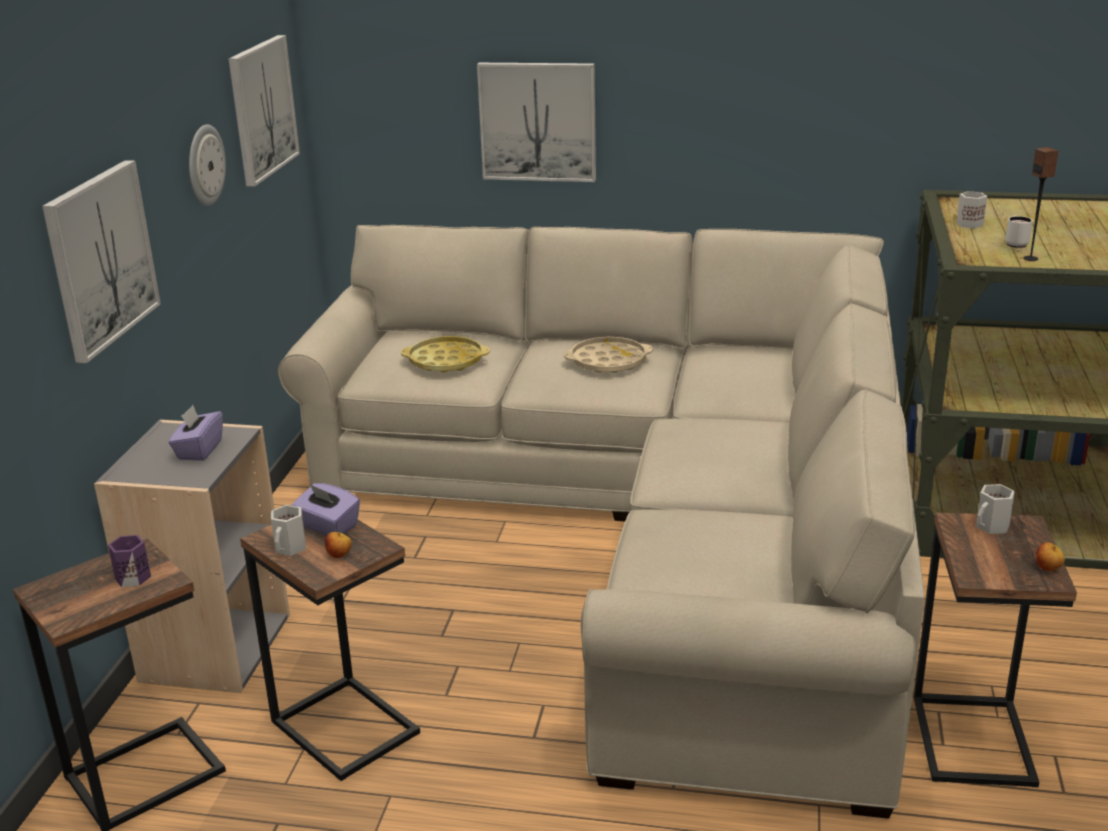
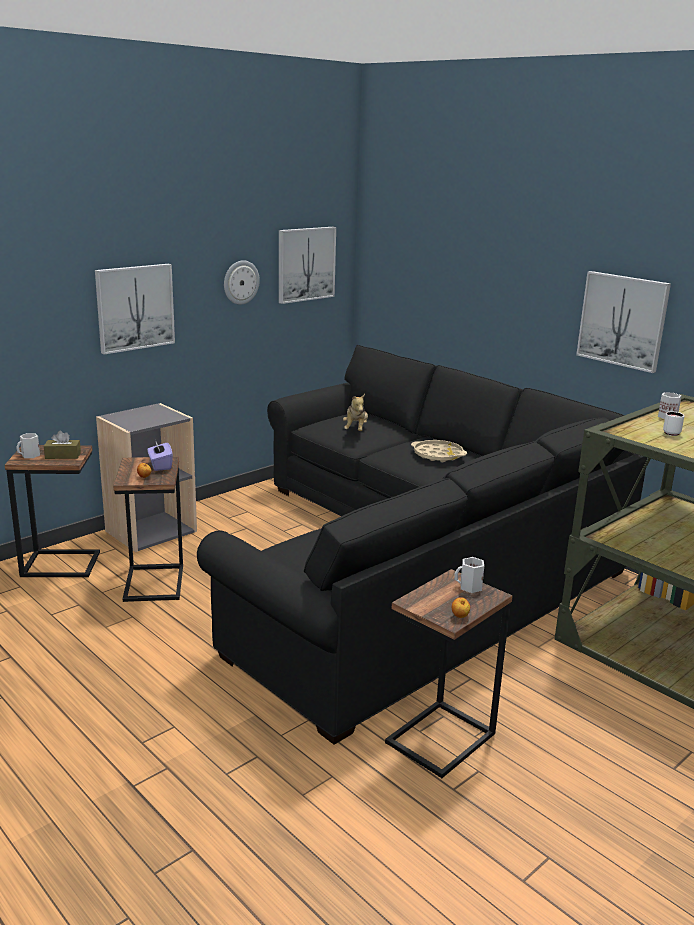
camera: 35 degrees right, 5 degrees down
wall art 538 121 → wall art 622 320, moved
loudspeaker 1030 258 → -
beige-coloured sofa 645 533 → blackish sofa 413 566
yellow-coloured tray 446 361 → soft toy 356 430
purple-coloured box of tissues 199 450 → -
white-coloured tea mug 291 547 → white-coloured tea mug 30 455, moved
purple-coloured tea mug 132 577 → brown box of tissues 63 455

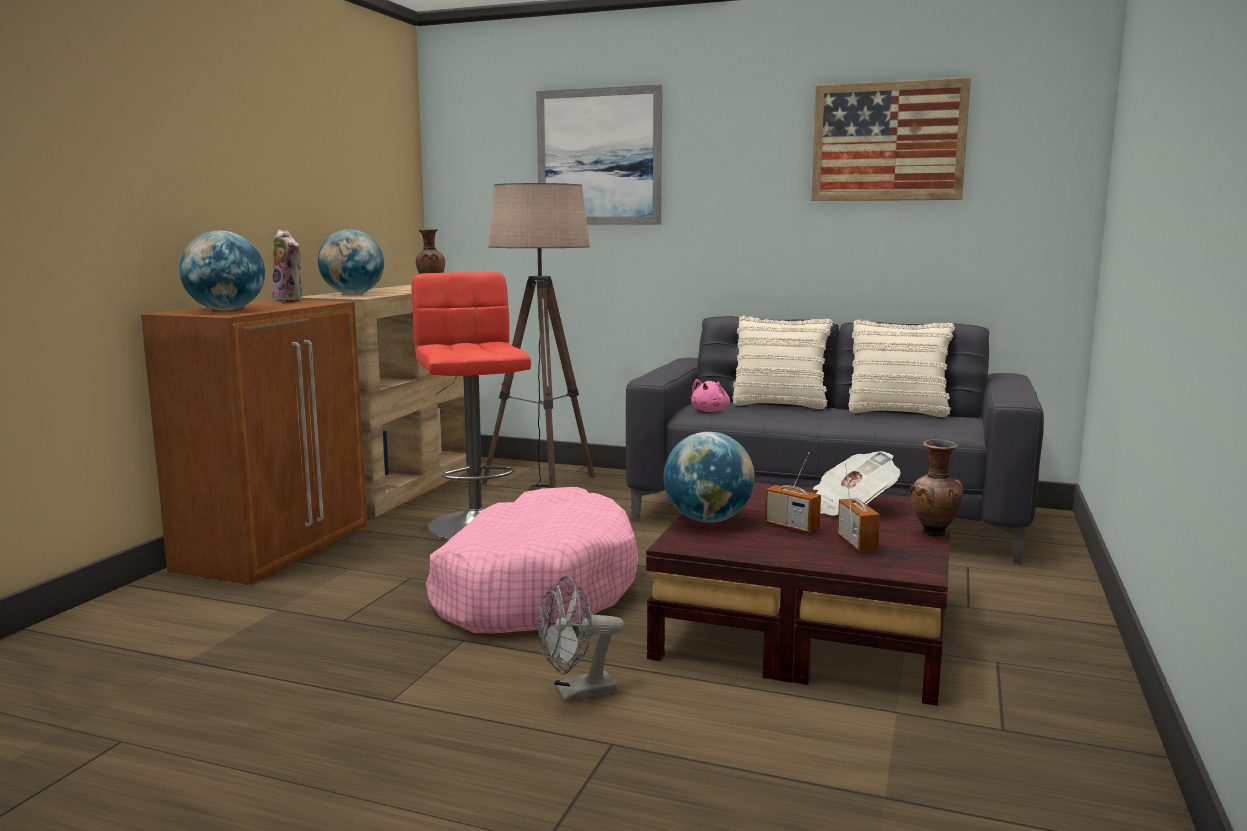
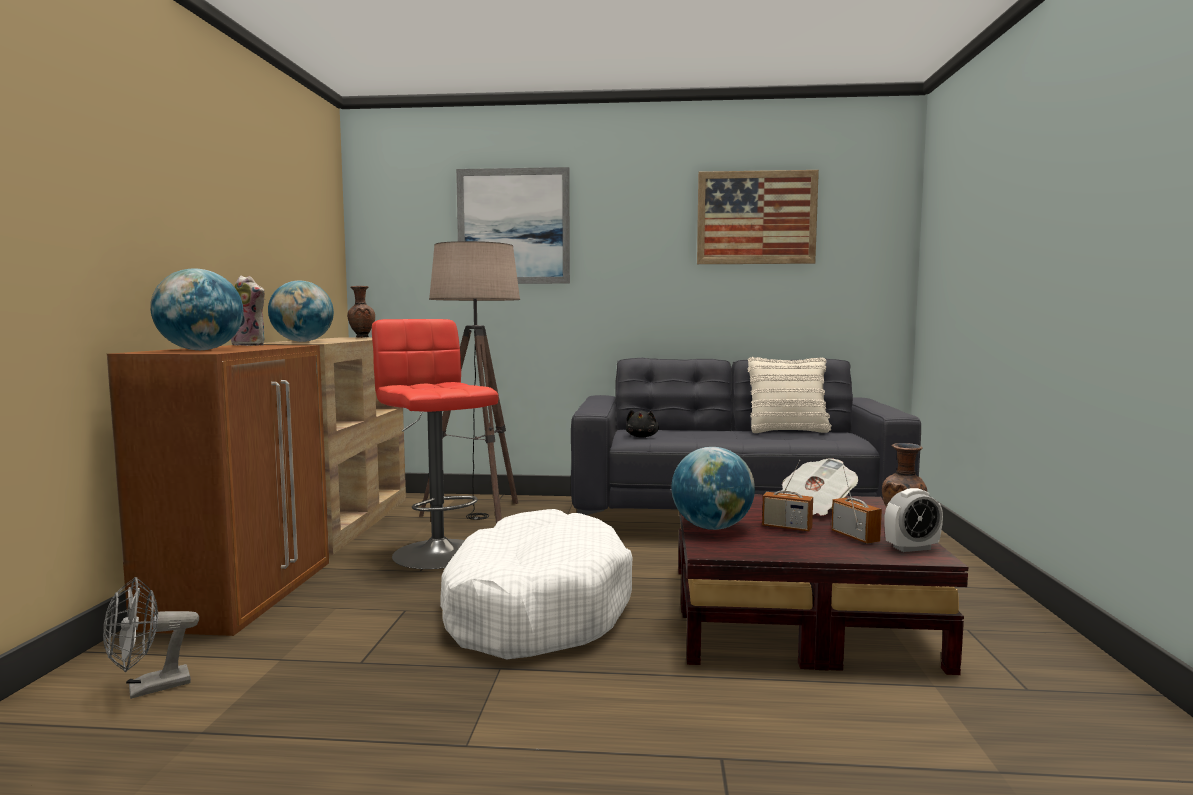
camera: 15 degrees left, 5 degrees down
beige-coloured pillow 780 405 → -
pinkish soft toy 711 411 → blackish soft toy 642 437
pinkish dog bed 534 589 → white-coloured dog bed 534 608
greyish fan 576 693 → greyish fan 148 688, moved
- → table clock 911 548

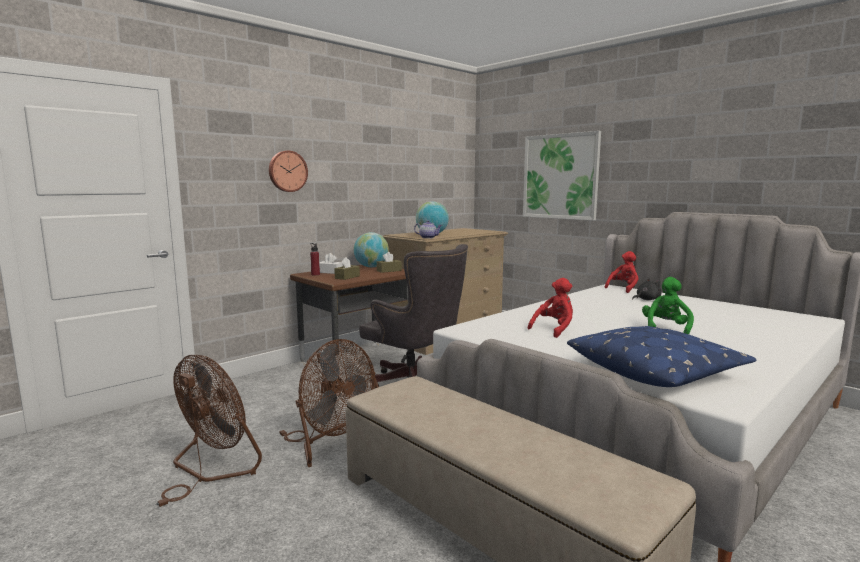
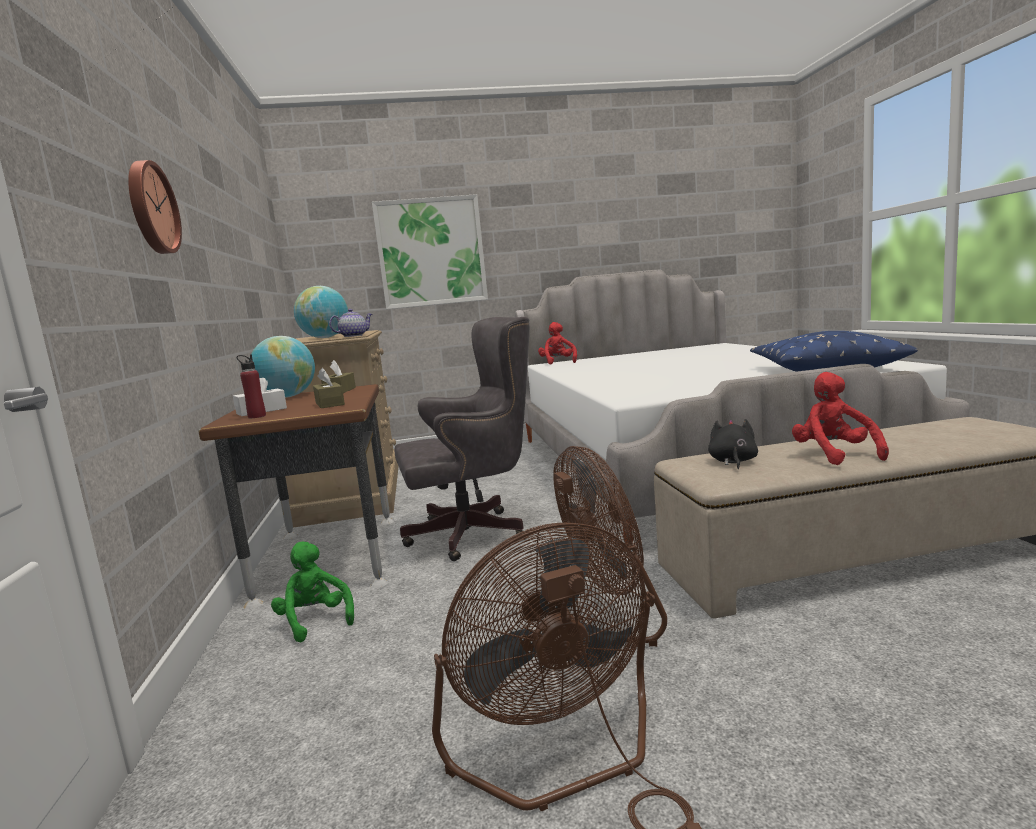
camera: 55 degrees left, 0 degrees up
green-coloured soft toy 665 329 → green-coloured soft toy 315 621, moved
red soft toy 554 329 → red soft toy 834 455, moved
blackish soft toy 646 299 → blackish soft toy 732 462, moved

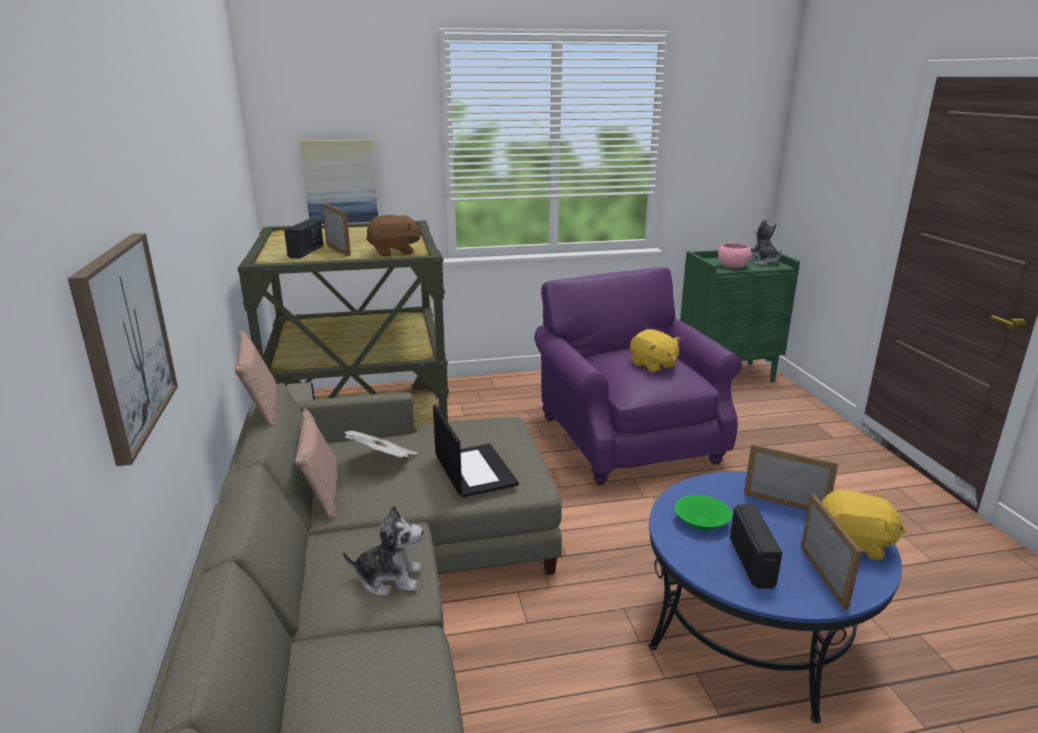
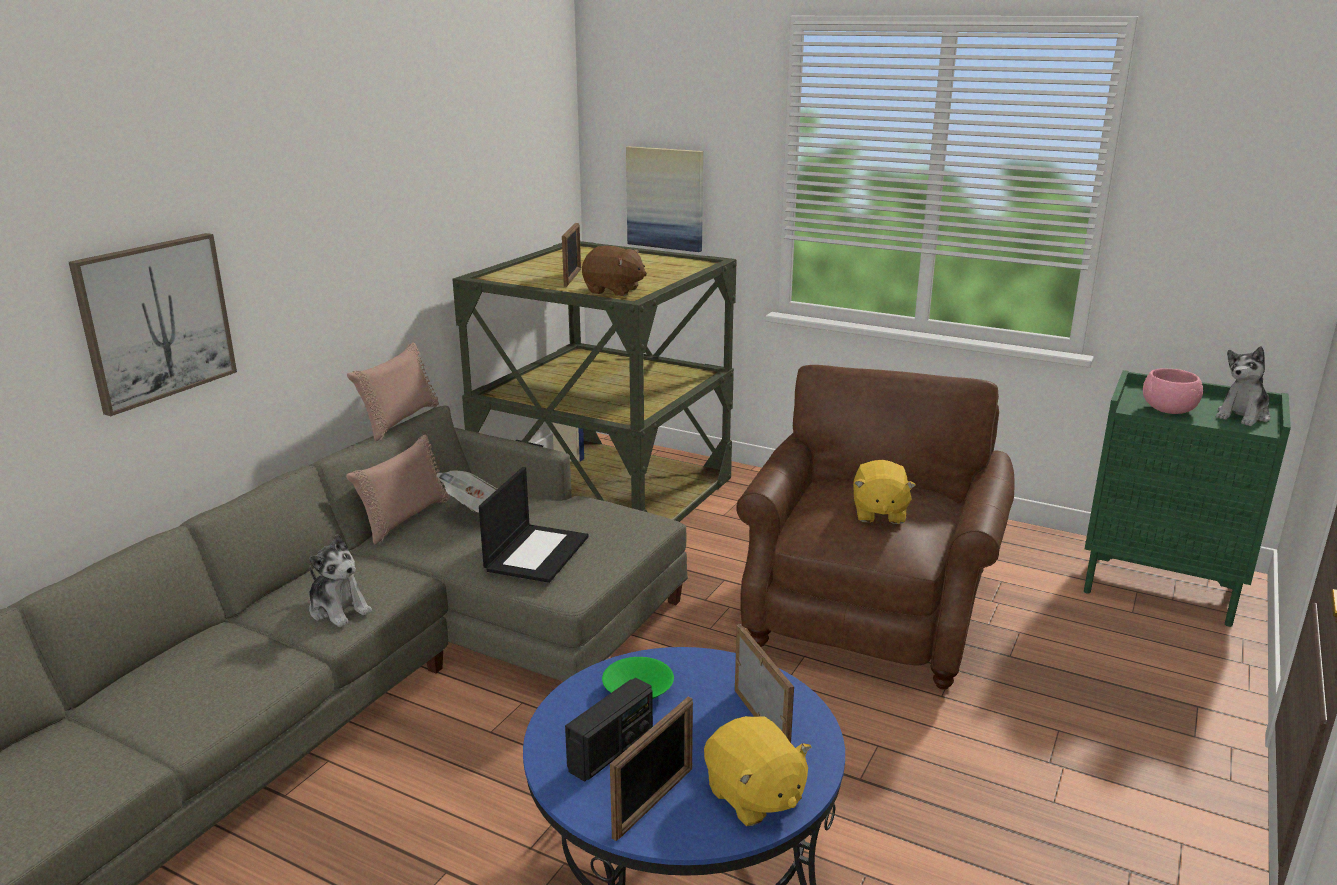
camera: 40 degrees right, 0 degrees up
radio 306 252 → -
soft toy 763 262 → soft toy 1242 416, 150 degrees counterclockwise
purple-coloured armchair 628 440 → brown armchair 870 613

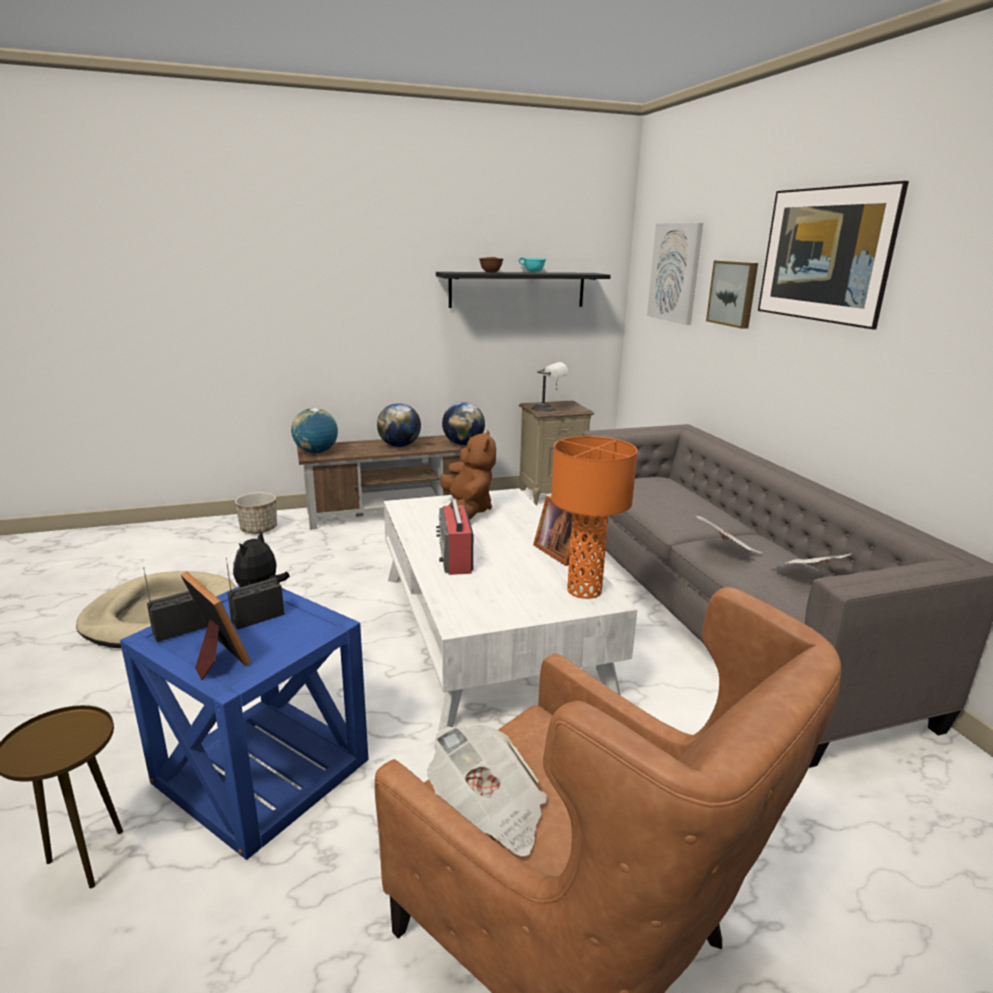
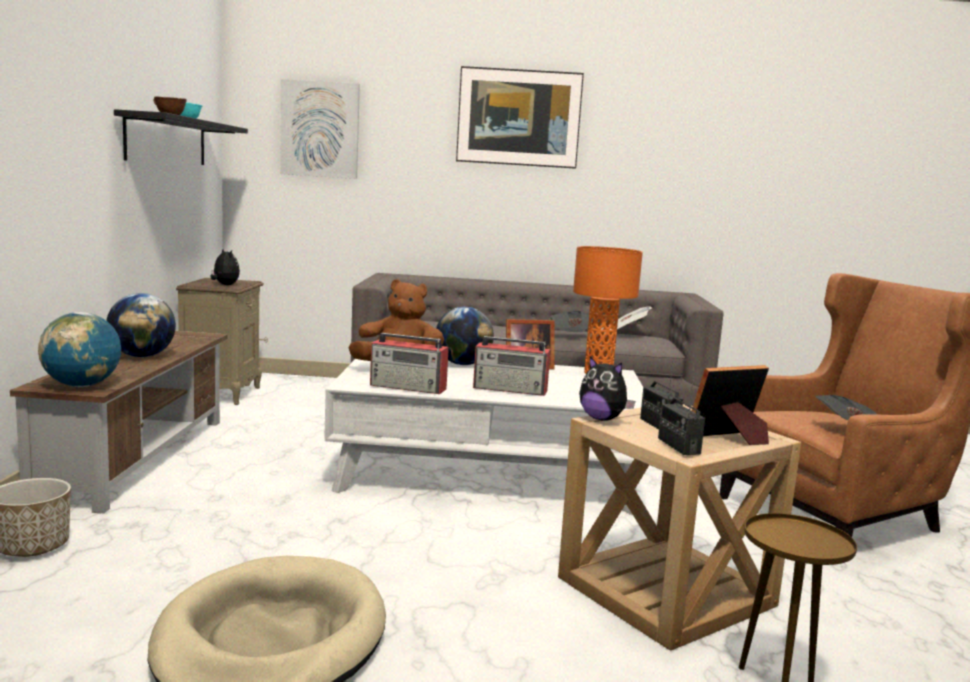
camera: 70 degrees left, 10 degrees down
wall art 733 293 → -
lamp for a table 548 409 → soft toy 224 285
world globe 463 444 → world globe 462 364, moved
blue-coloured end table 262 771 → beige-coloured end table 666 591
- → radio 409 387

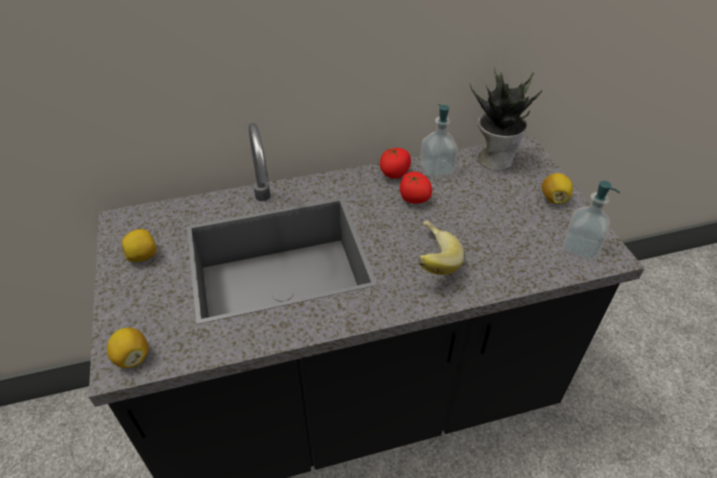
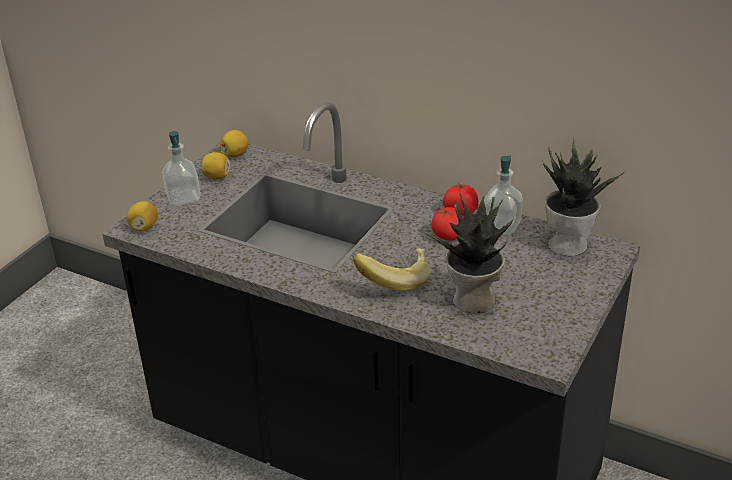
camera: 45 degrees right, 10 degrees down
citrus fruit 554 198 → citrus fruit 235 154, moved
soap dispenser 580 247 → soap dispenser 183 198, moved
- → houseplant 472 301

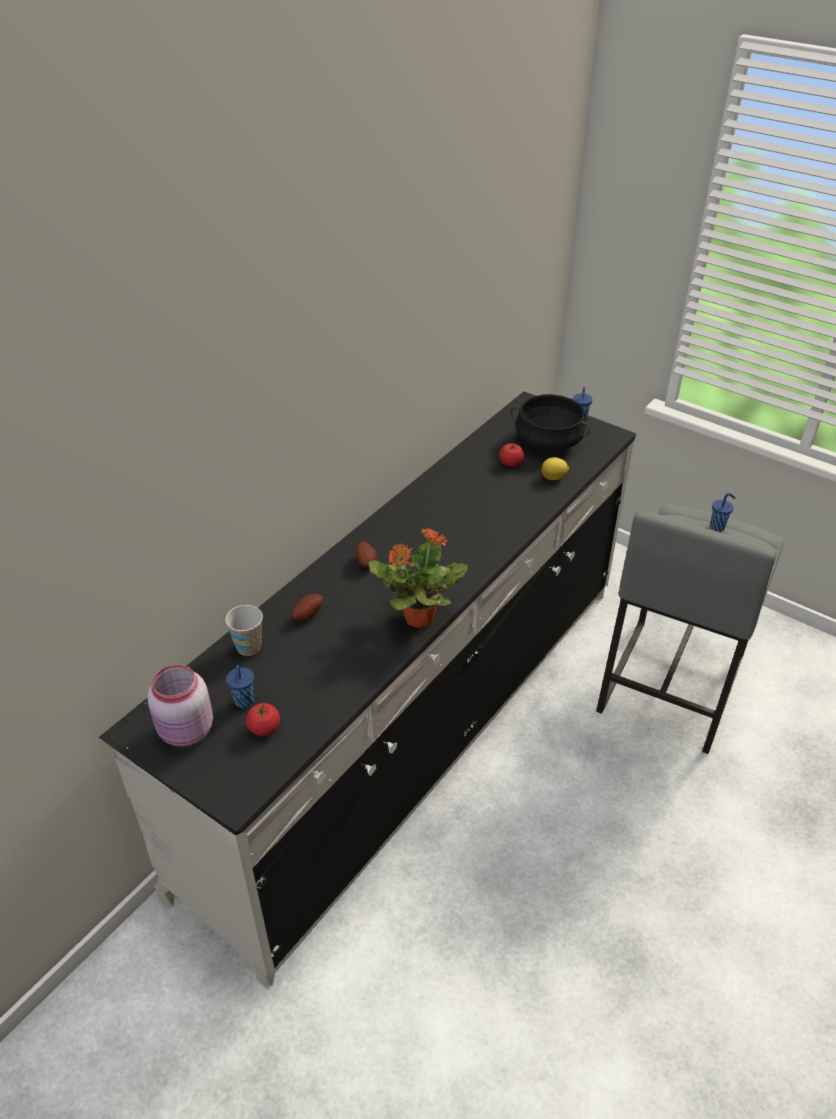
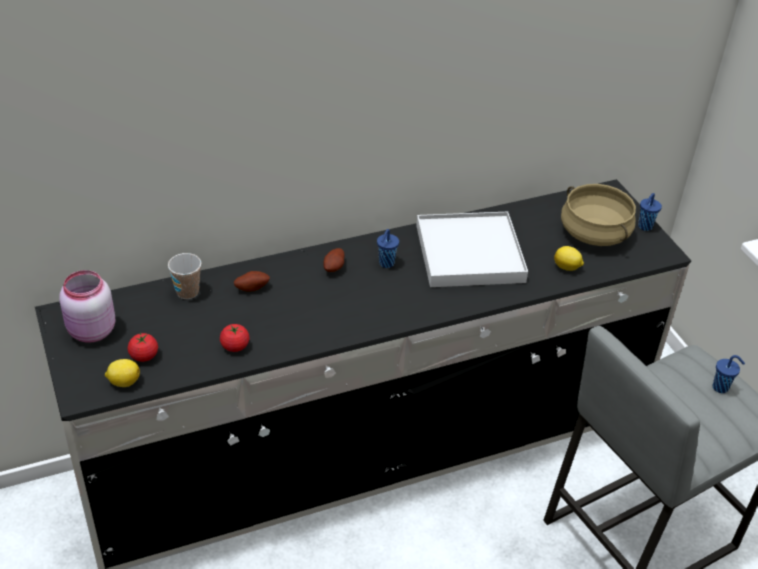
camera: 30 degrees right, 0 degrees up
blackish cooking pot 548 441 → beige-coloured cooking pot 593 233
whole tomato 510 463 → whole tomato 235 346, moved
houseplant 417 618 → -
blue-coloured small cup 244 702 → blue-coloured small cup 386 264, moved
- → white-coloured tray 469 253
- → citrus fruit 123 382

